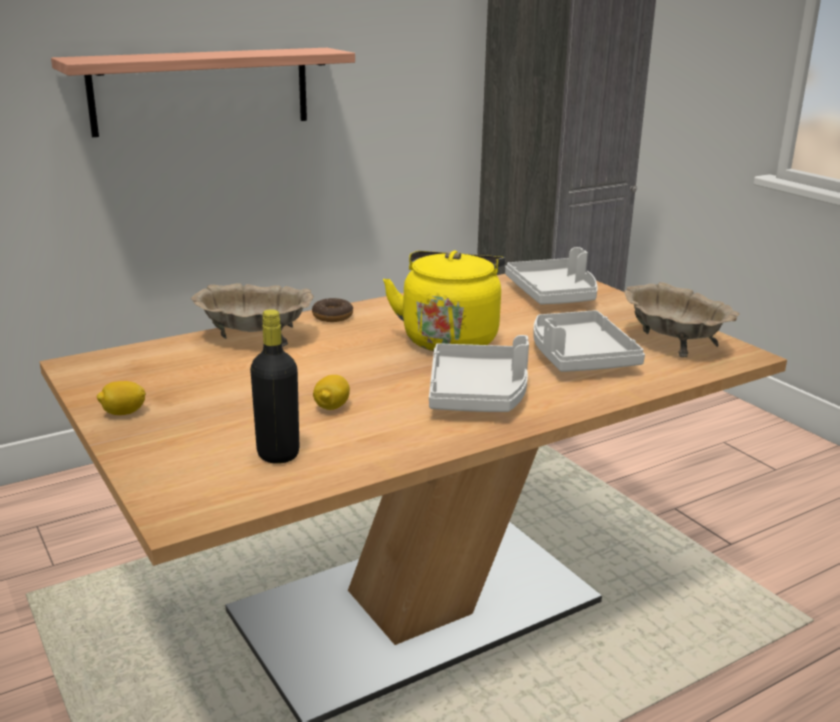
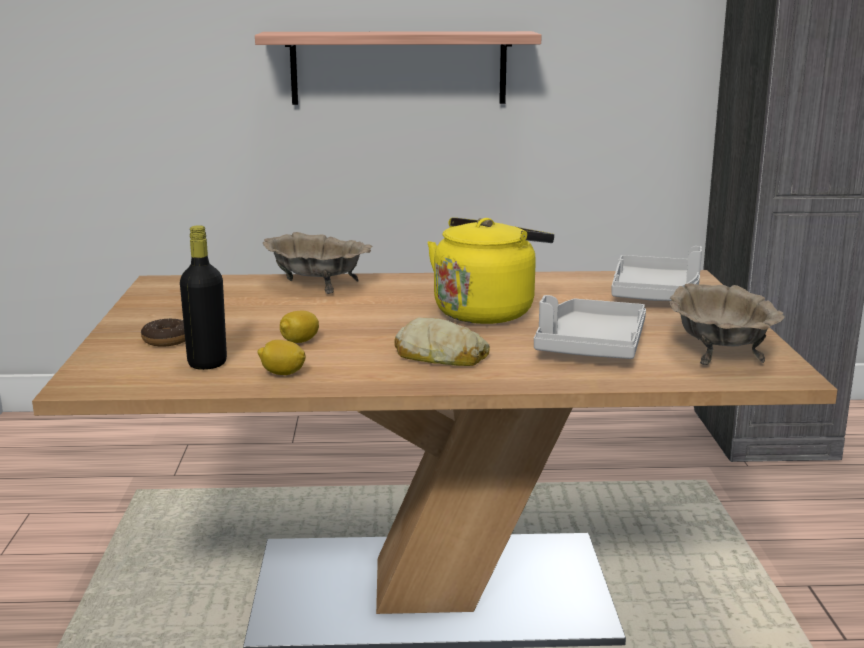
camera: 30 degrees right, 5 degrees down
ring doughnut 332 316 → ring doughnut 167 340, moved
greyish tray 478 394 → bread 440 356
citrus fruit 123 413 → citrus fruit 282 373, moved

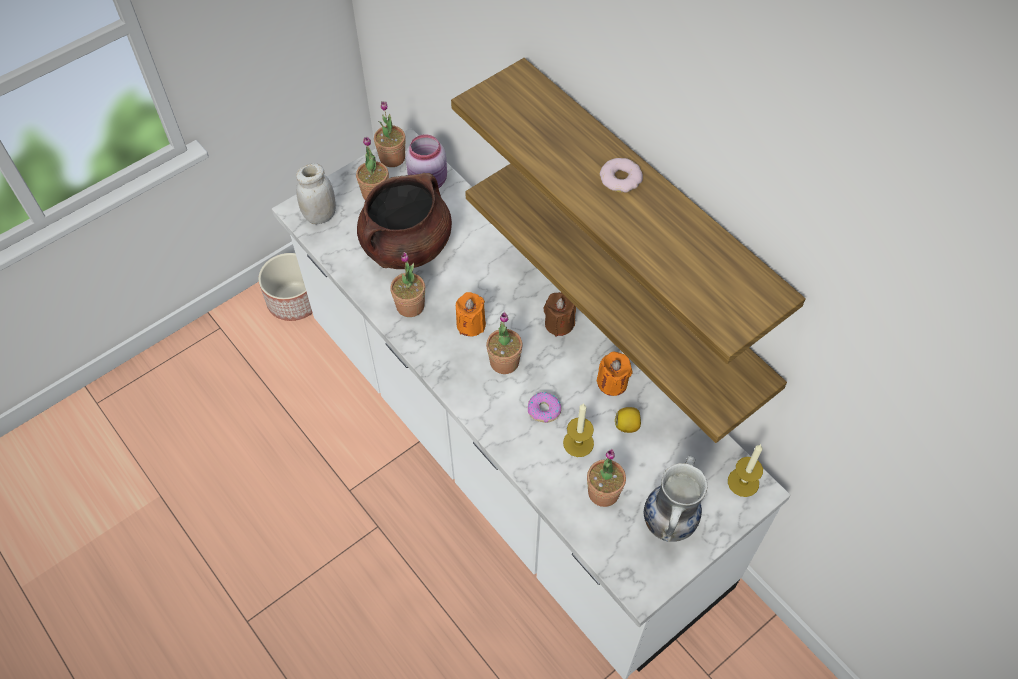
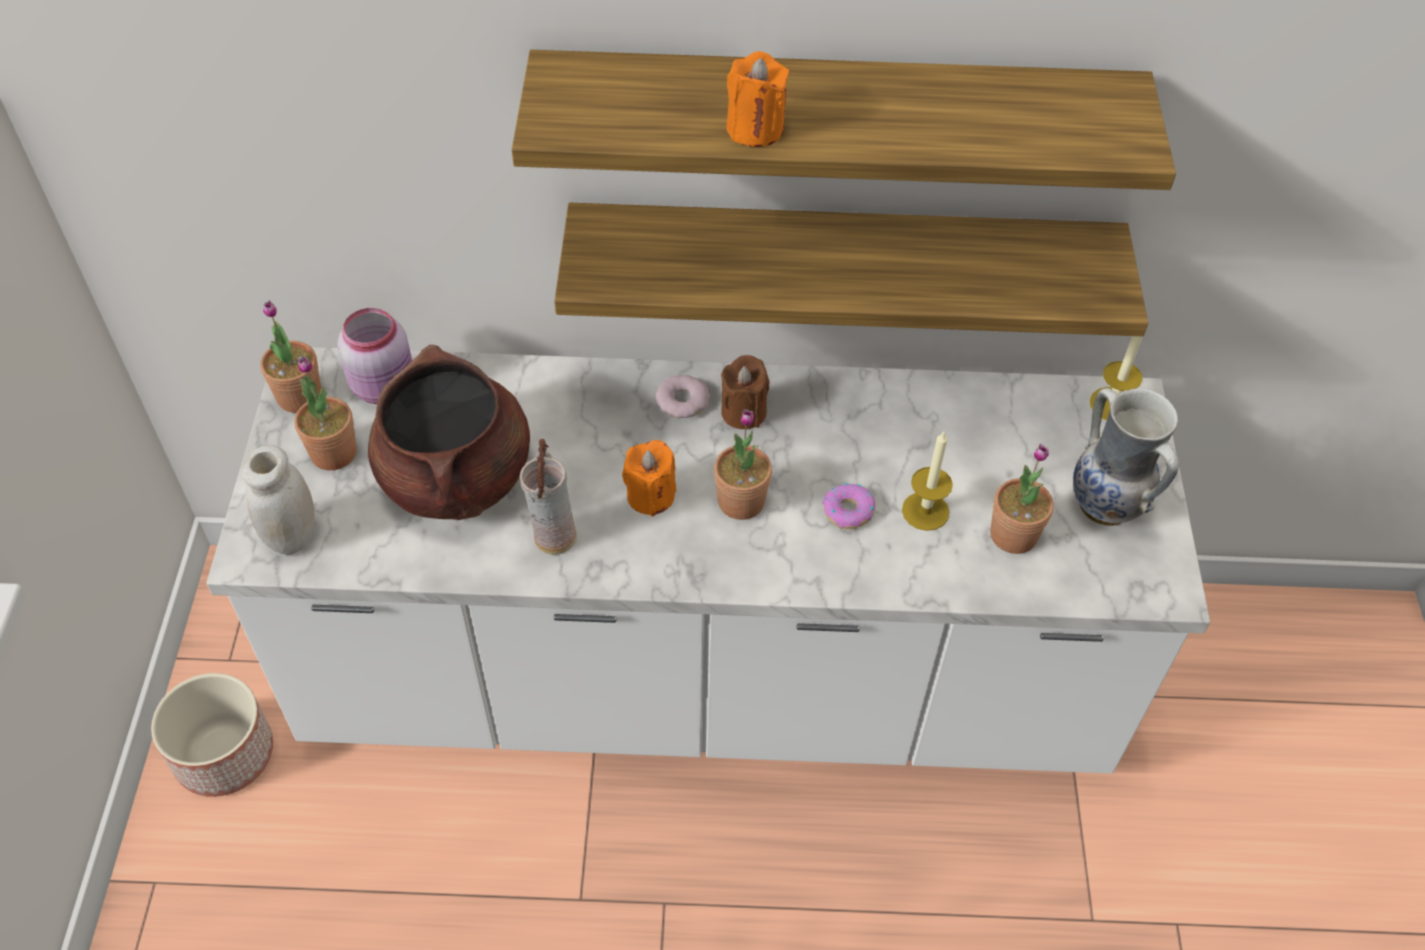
camera: 50 degrees left, 5 degrees down
ring doughnut 620 178 → ring doughnut 682 400, moved
houseplant 410 306 → flower vase 553 538
orangey candle 612 383 → orangey candle 755 129, moved
citrus fruit 627 425 → -

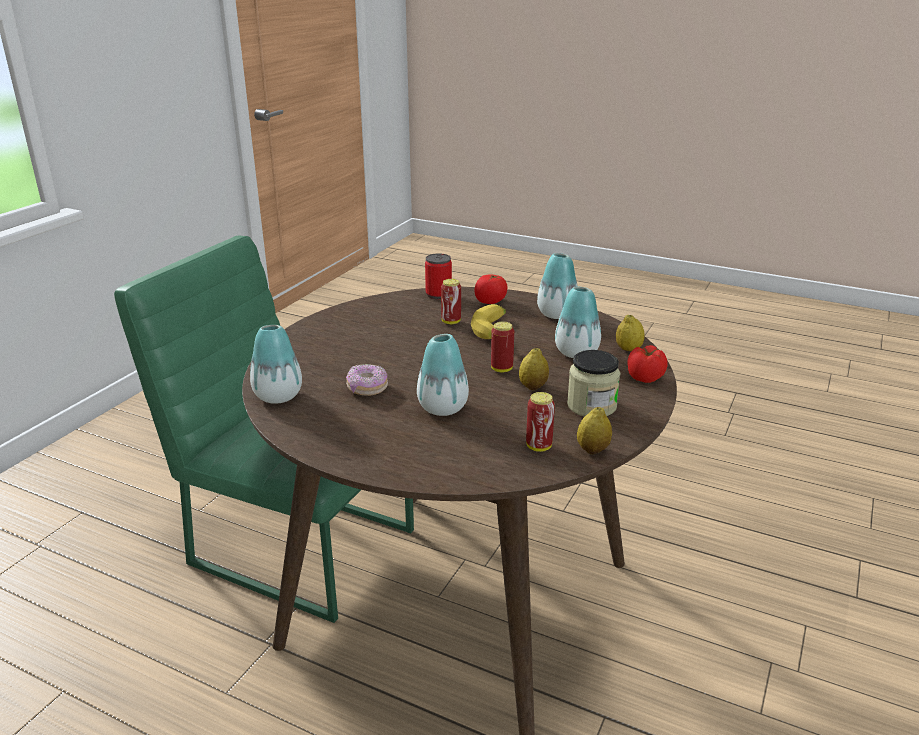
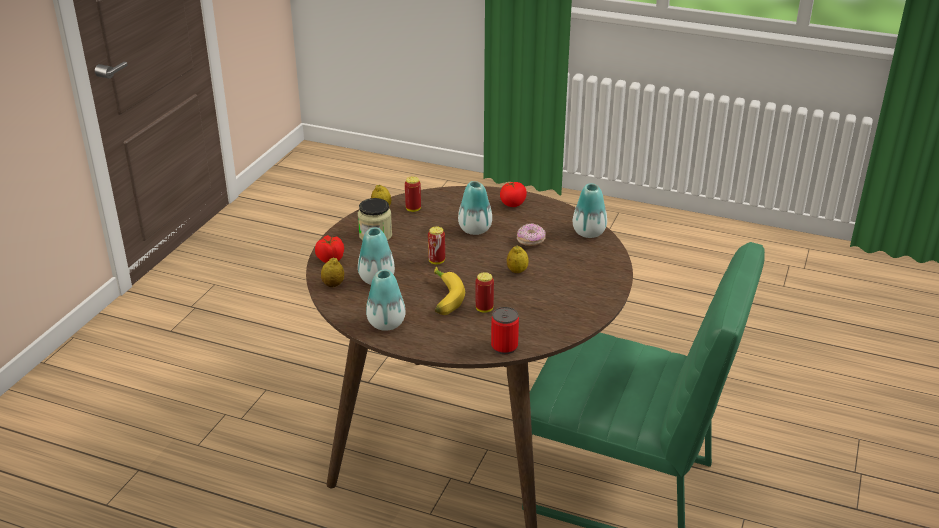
camera: 175 degrees right, 5 degrees up
whole tomato 490 301 → whole tomato 512 204, moved
citrus fruit 533 387 → citrus fruit 517 271, moved

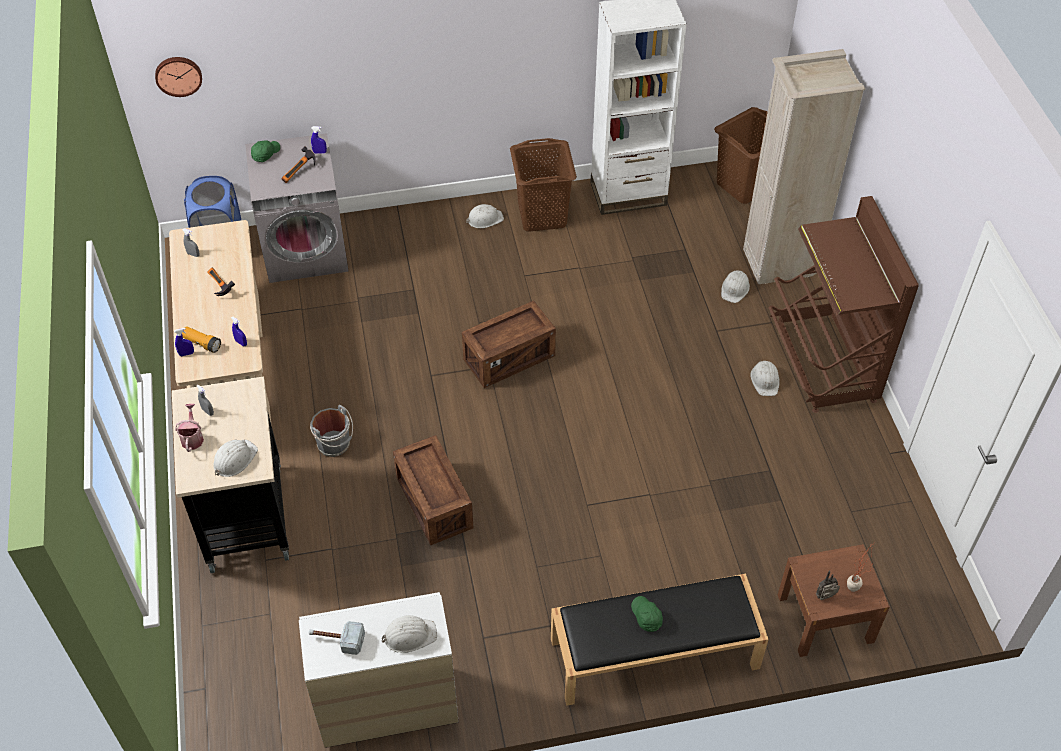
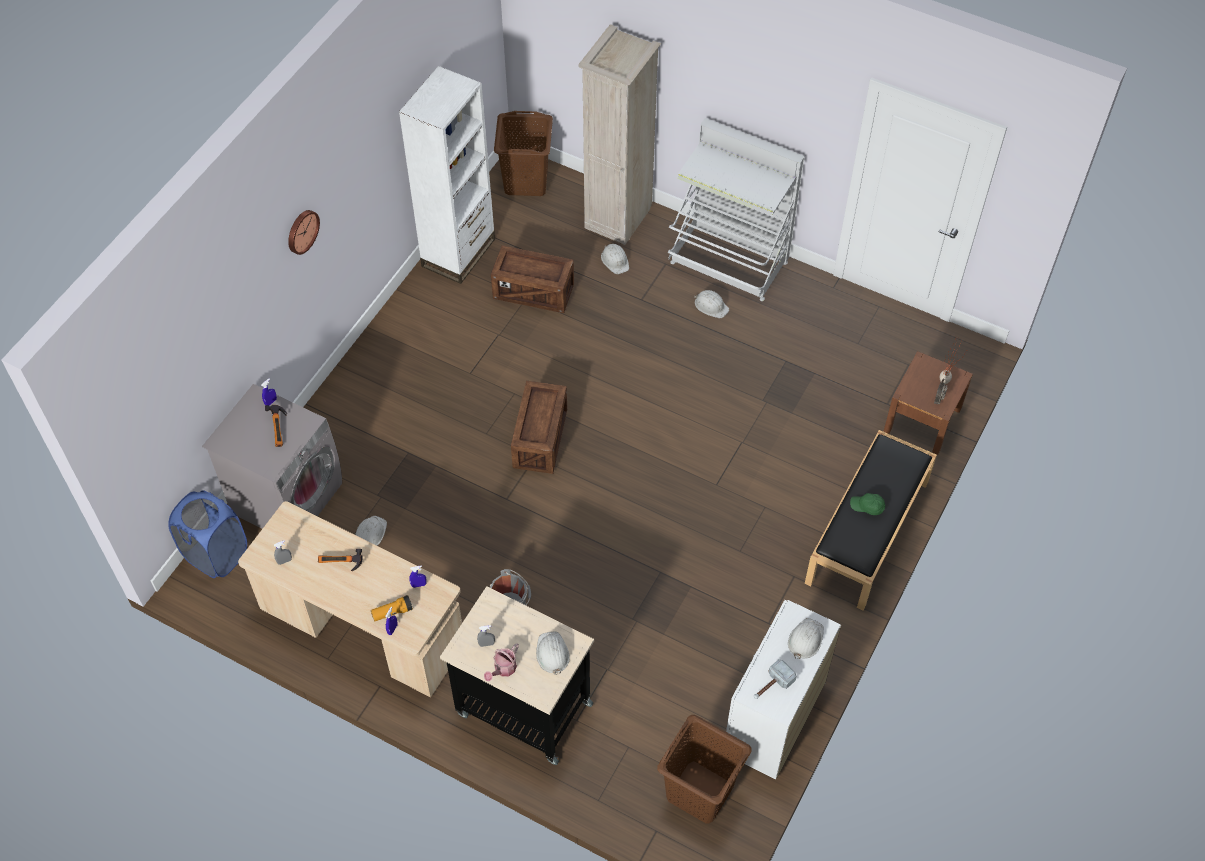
camera: 50 degrees left, 5 degrees up
wall clock 178 75 → wall clock 301 231, moved
brown hamper 542 215 → brown hamper 699 791, moved
green-coloured baseball cap 265 154 → -
brown shoe rack 820 363 → white-coloured shoe rack 727 265
white-coloured hard hat 484 219 → white-coloured hard hat 370 534, moved
watering can 192 437 → watering can 503 669, 90 degrees counterclockwise
packing crate 434 503 → packing crate 533 292, moved

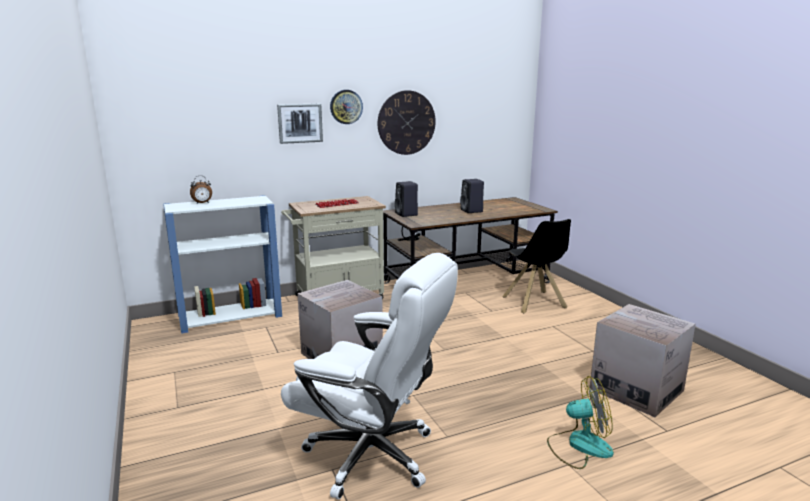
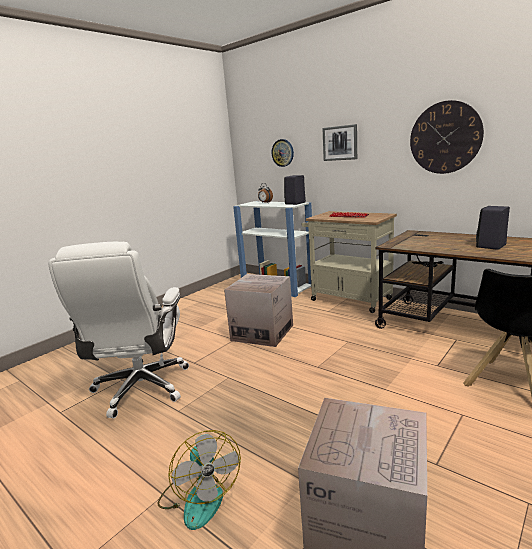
camera: 65 degrees right, 0 degrees up
wall clock 346 107 → wall clock 282 153, moved
blackish loudspeaker 407 214 → blackish loudspeaker 295 203, moved

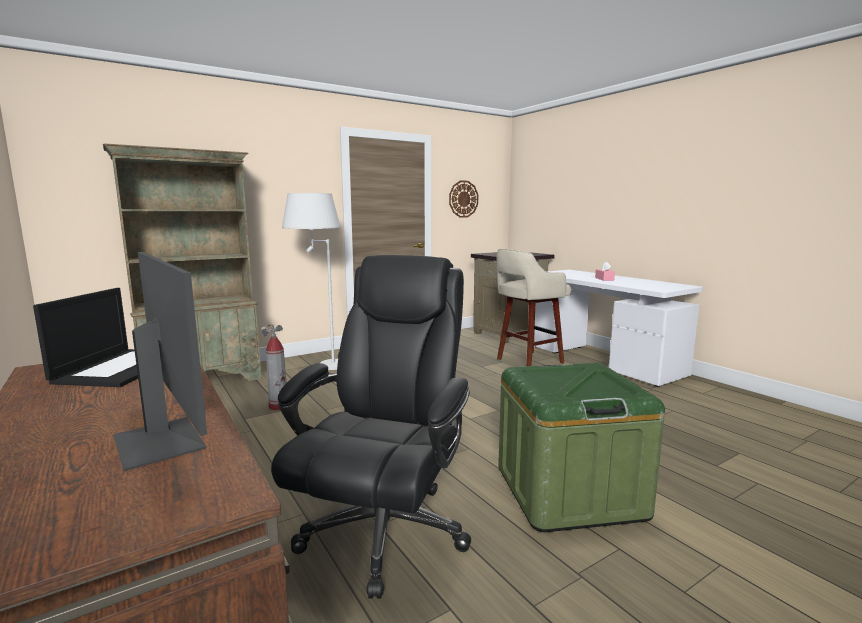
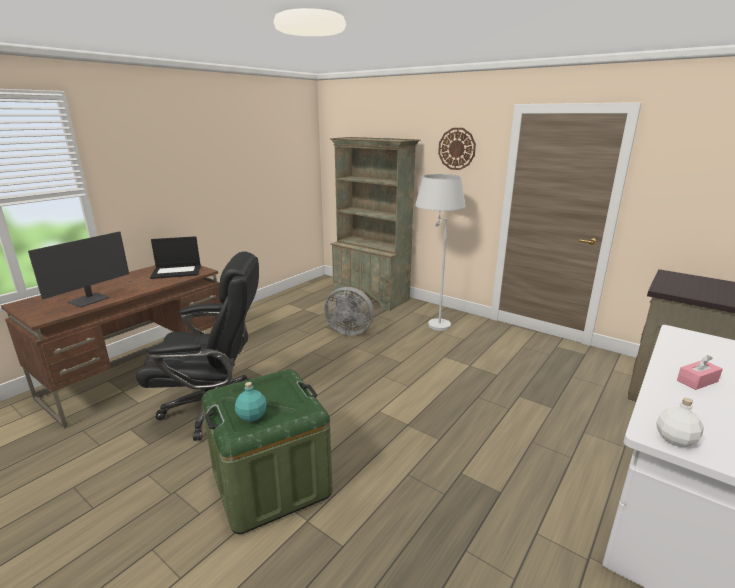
camera: 70 degrees right, 10 degrees up
wall clock 463 199 → wall clock 456 149, moved
beige-coloured stool 527 361 → -
fire extinguisher 278 406 → greyish fan 349 331
- → turquoise beverage bottle 252 416
- → white-coloured beverage bottle 674 439

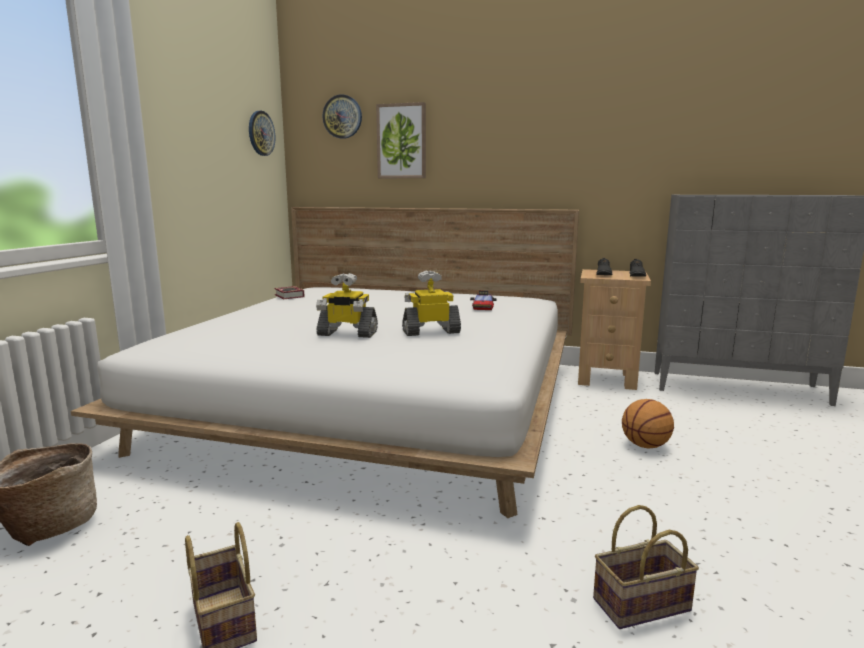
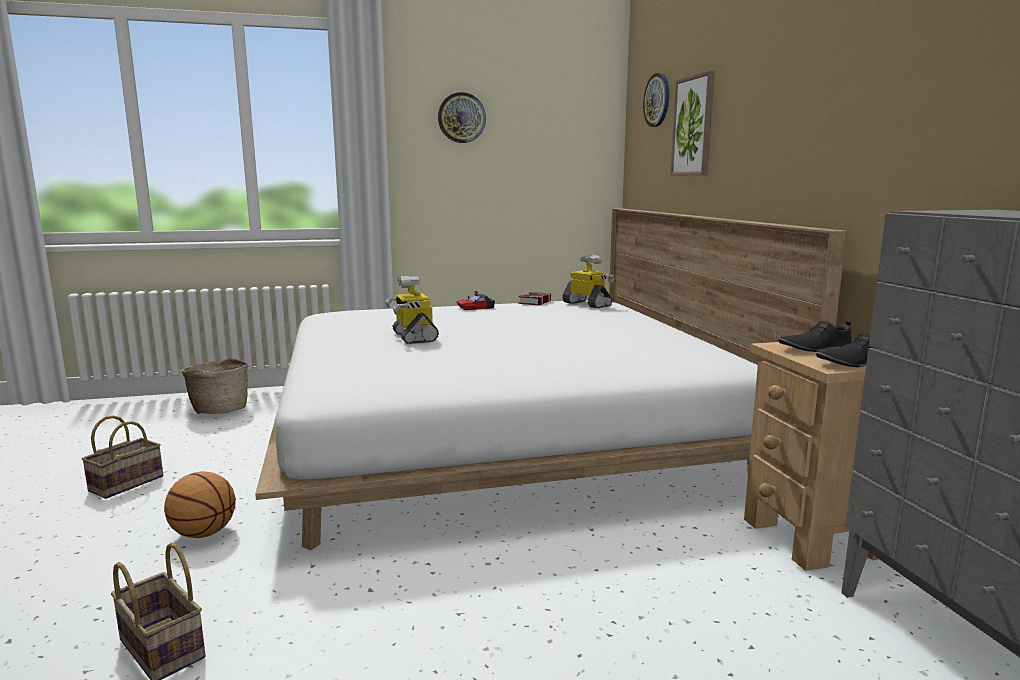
camera: 60 degrees right, 0 degrees up
wall clock 261 133 → wall clock 461 118, moved
model robot 431 332 → model robot 588 304, moved
toy car 483 307 → toy car 476 307, moved
ball for basketball 645 446 → ball for basketball 203 534, moved

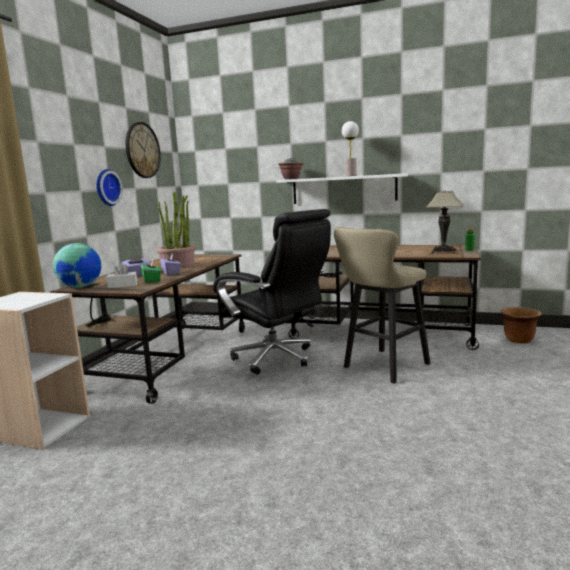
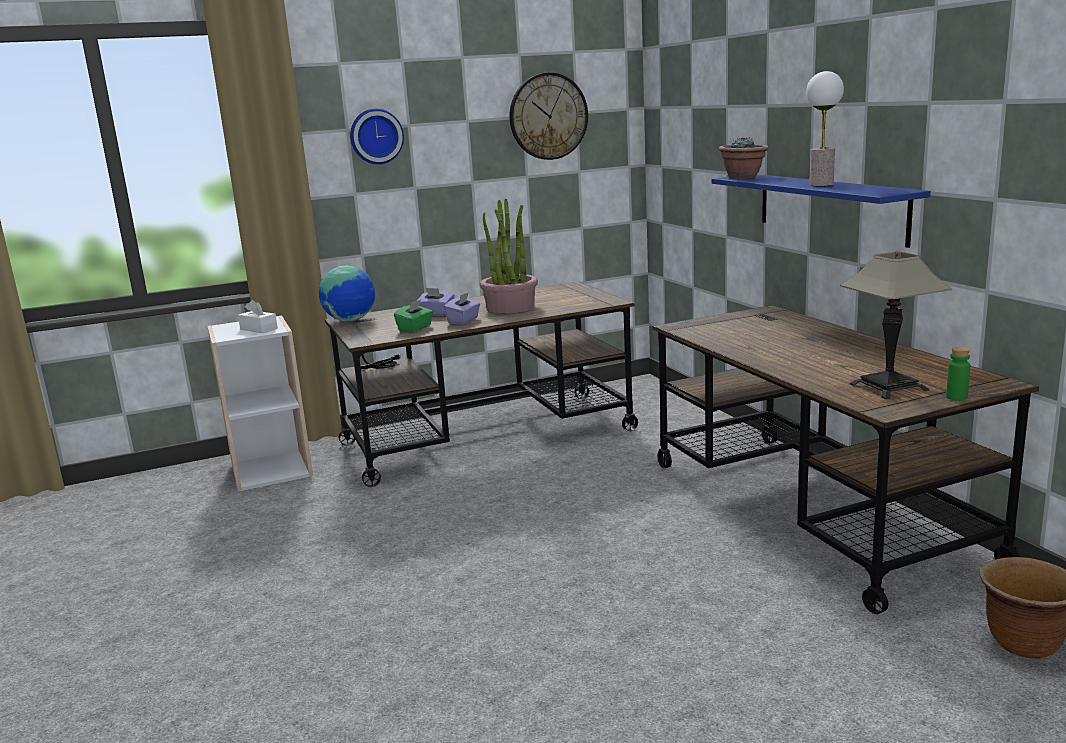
camera: 50 degrees right, 5 degrees up
wall clock 106 187 → wall clock 376 136, moved
white-coloured wall shelf 343 189 → blue-coloured wall shelf 830 207
blackish office chair 278 359 → -
beige-coloured stool 380 368 → -
white-coloured box of tissues 123 285 → white-coloured box of tissues 259 329, moved

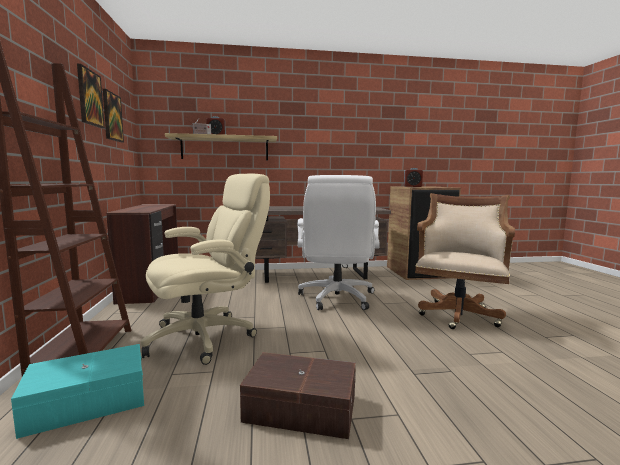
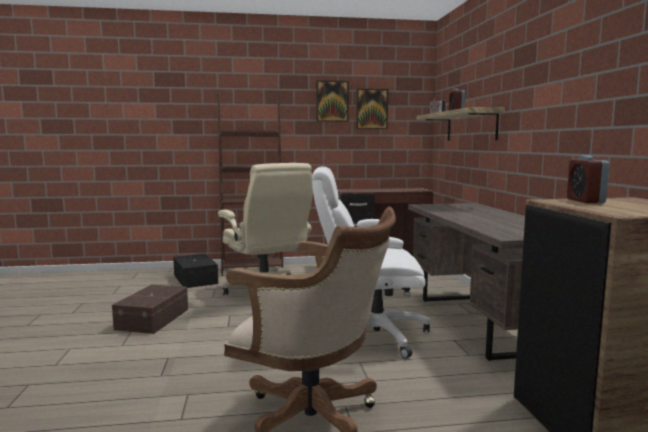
camera: 90 degrees right, 0 degrees up
turquoise storage box 86 401 → blackish storage box 196 279

